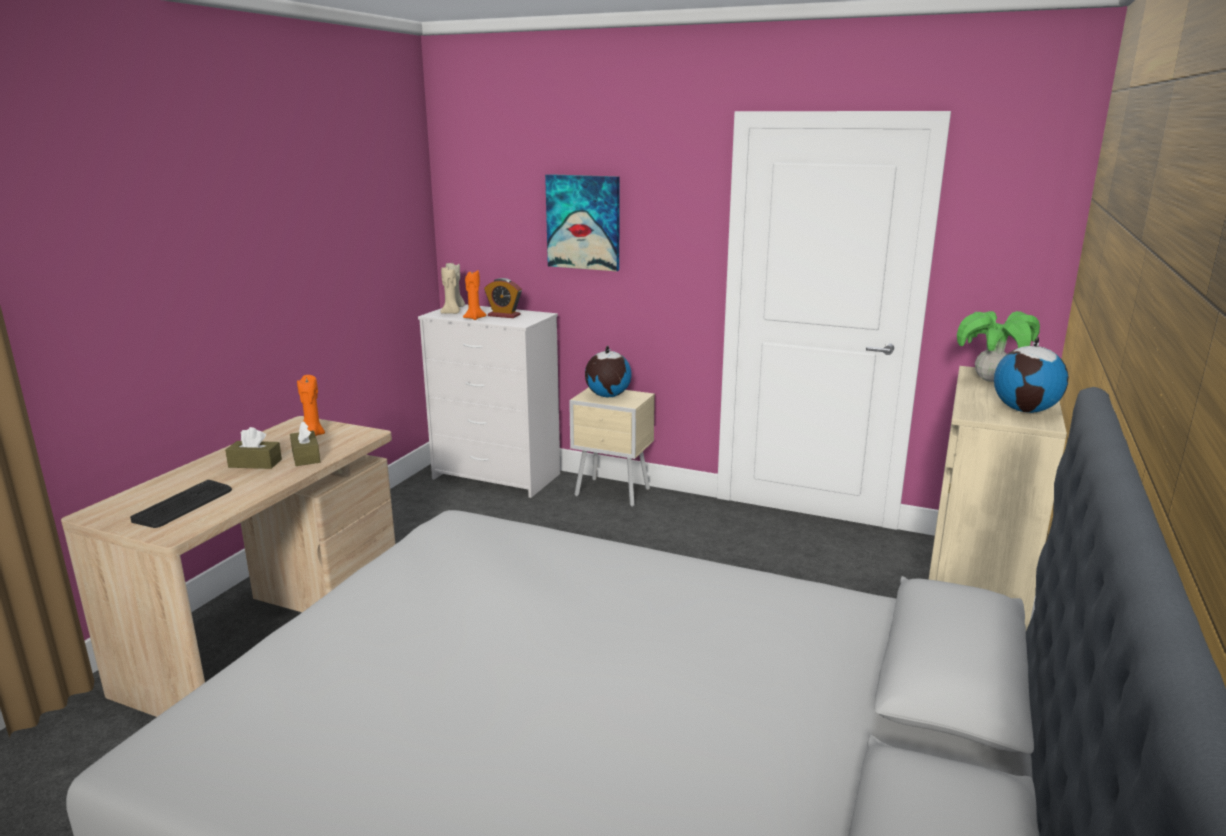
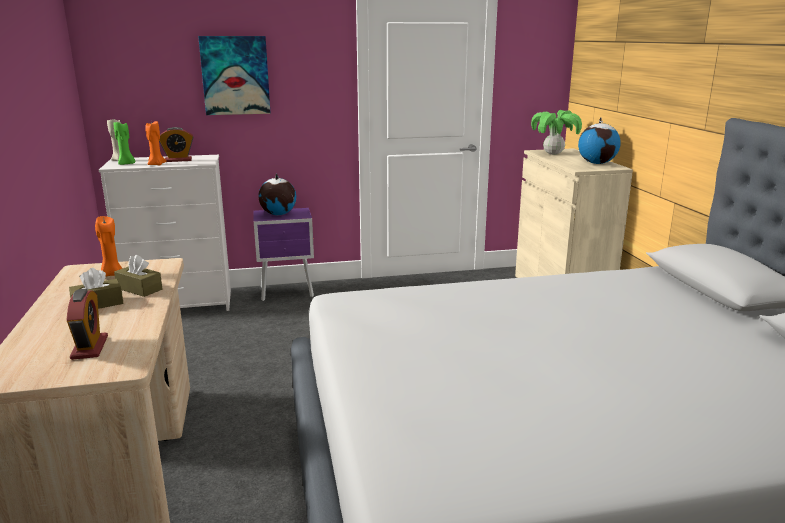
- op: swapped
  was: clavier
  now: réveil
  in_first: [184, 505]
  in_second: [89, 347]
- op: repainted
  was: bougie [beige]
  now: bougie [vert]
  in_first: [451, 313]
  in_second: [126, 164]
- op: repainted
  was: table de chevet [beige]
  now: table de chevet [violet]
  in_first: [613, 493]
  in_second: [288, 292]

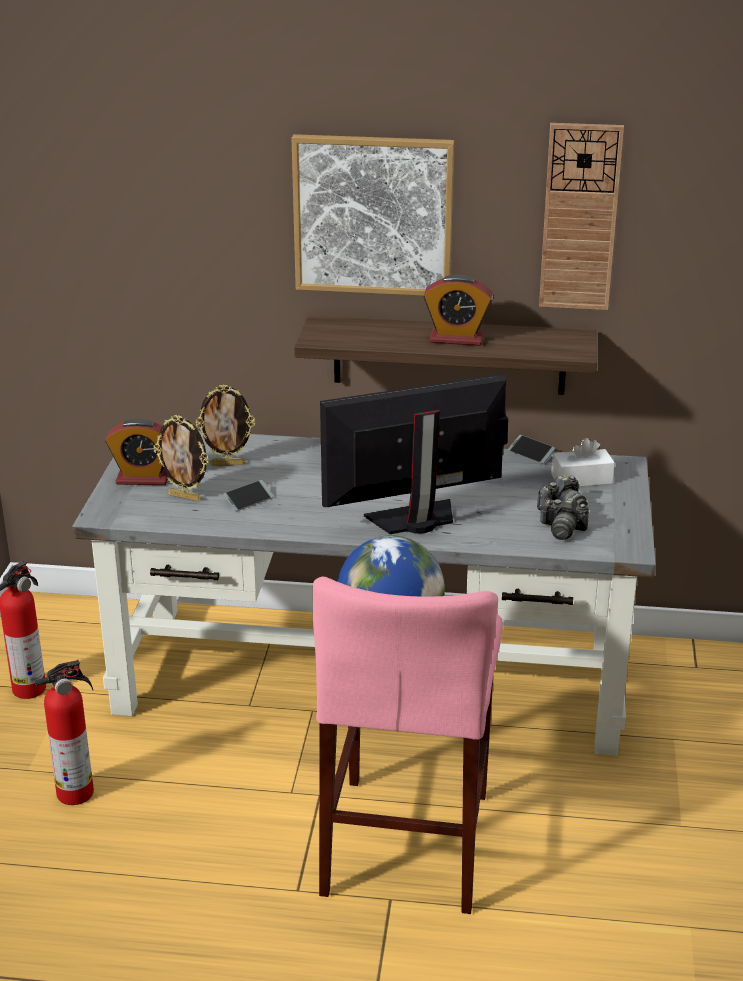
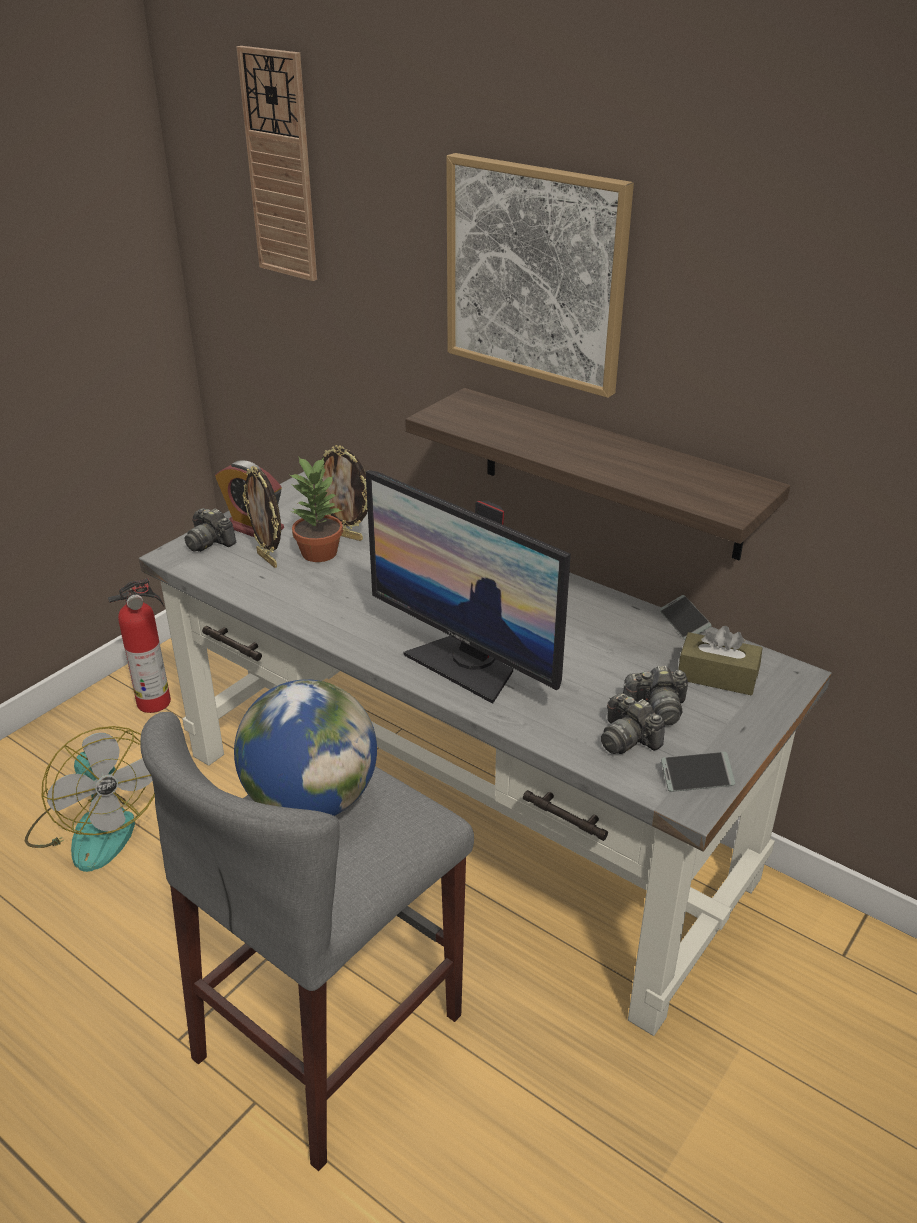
- op: gone
  was: réveil
  in_first: [456, 339]
- op: new
  now: appareil photo
  in_second: [210, 542]
- op: new
  now: plante en pot
  in_second: [319, 552]
- op: shifted
  was: téléphone
  in_first: [249, 500]
  in_second: [696, 777]
- op: shifted
  was: horloge murale
  in_first: [580, 218]
  in_second: [280, 167]
- op: swapped
  was: extincteur
  now: ventilateur
  in_first: [78, 792]
  in_second: [95, 826]
- op: repainted
  was: tabouret [rose]
  now: tabouret [gris]
  in_first: [407, 842]
  in_second: [331, 1036]
- op: repainted
  was: boîte à mouchoirs [blanc]
  now: boîte à mouchoirs [marron]
  in_first: [581, 479]
  in_second: [717, 676]
- op: rotated
  was: écran d'ordinateur
  in_first: [415, 520]
  in_second: [466, 664]
  clockwise: -150

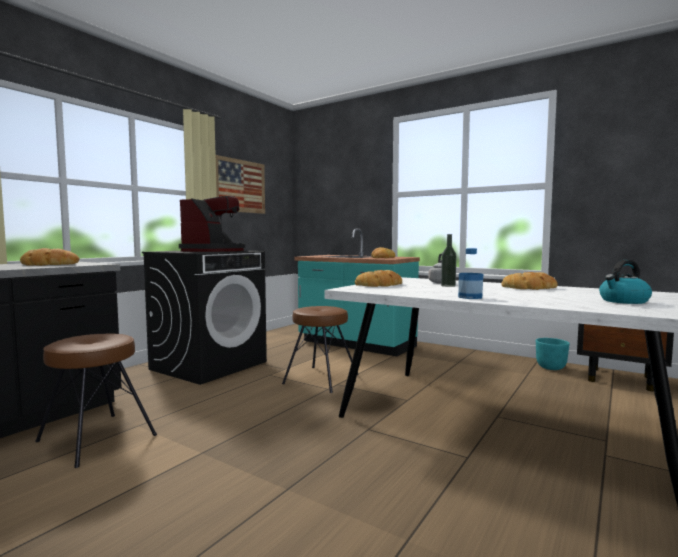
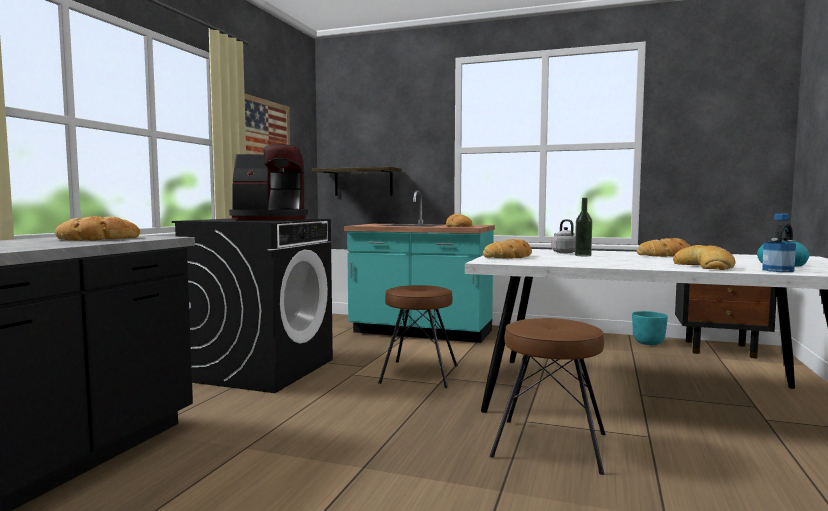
- op: new
  now: étagère
  in_second: [363, 182]
- op: new
  now: pain
  in_second: [705, 266]
- op: shifted
  was: tabouret [marron]
  in_first: [96, 438]
  in_second: [550, 445]
- op: shifted
  was: bouteille
  in_first: [470, 297]
  in_second: [778, 270]
- op: rotated
  was: machine à café
  in_first: [214, 251]
  in_second: [270, 219]
  clockwise: 90

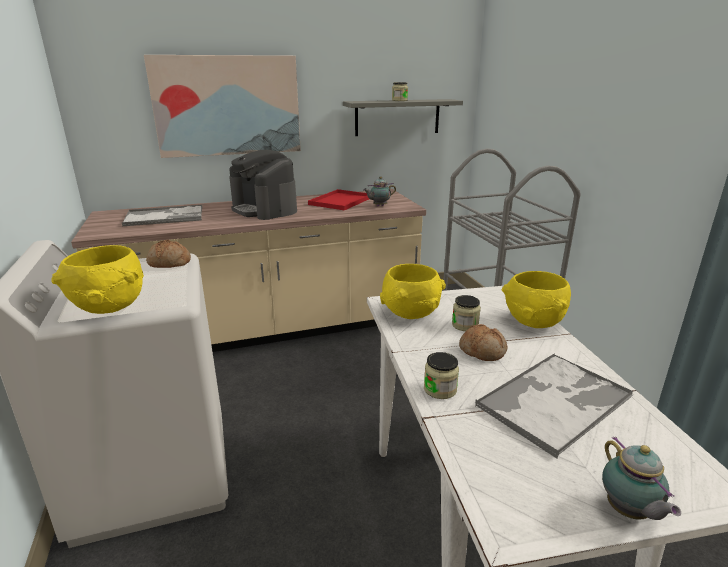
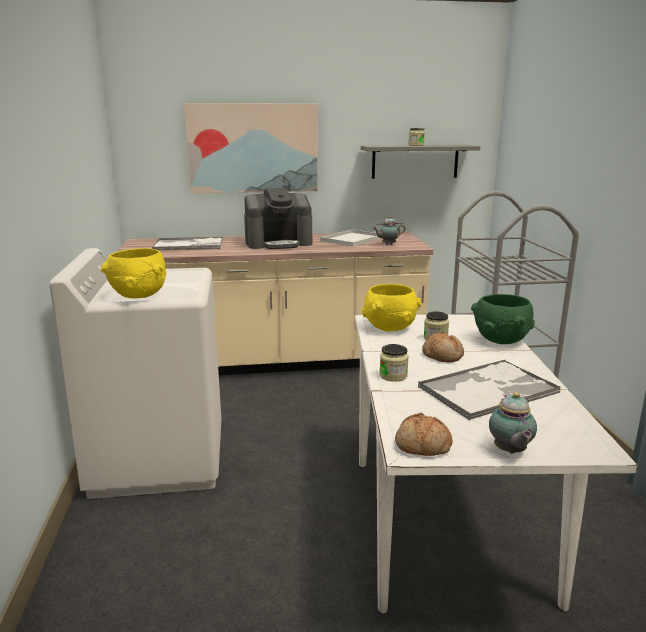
- op: shifted
  was: pain
  in_first: [169, 263]
  in_second: [422, 446]
- op: repainted
  was: plateau [rouge]
  now: plateau [blanc]
  in_first: [340, 201]
  in_second: [352, 239]
- op: repainted
  was: bol [jaune]
  now: bol [vert]
  in_first: [533, 322]
  in_second: [501, 340]
- op: rotated
  was: machine à café
  in_first: [264, 209]
  in_second: [278, 243]
  clockwise: -75

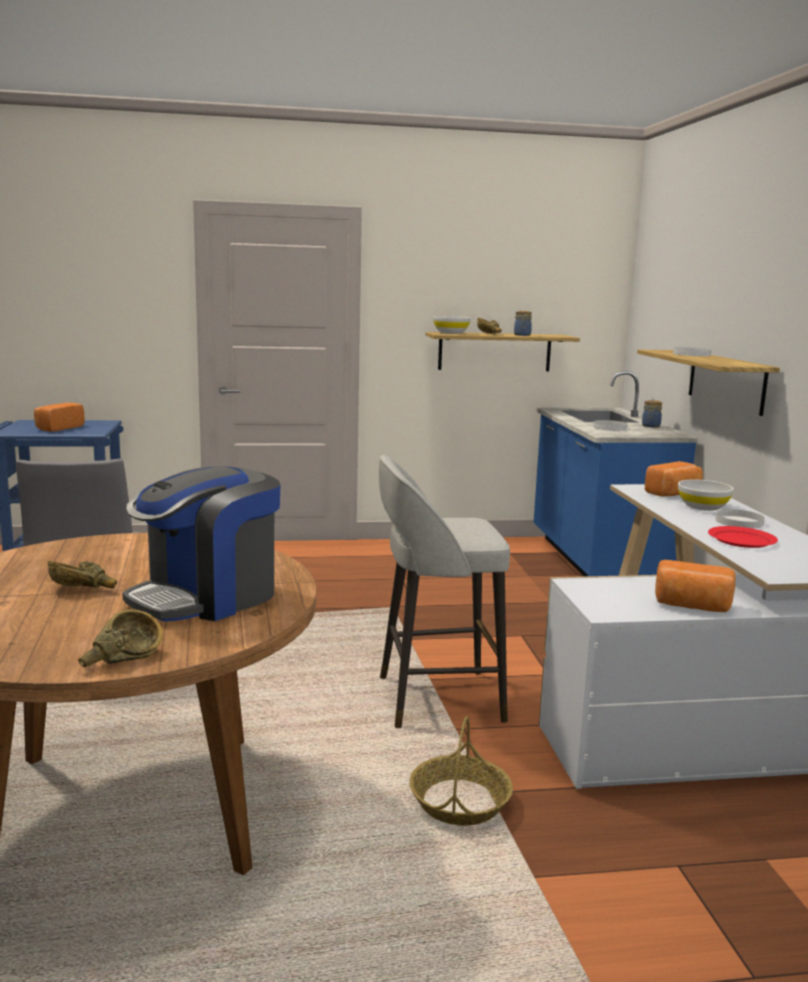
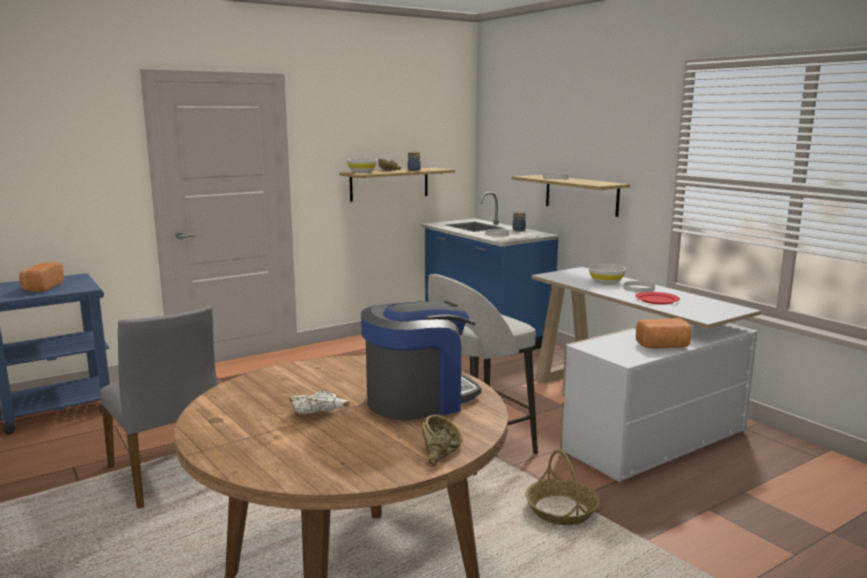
- op: gone
  was: pain
  in_first: [674, 493]
- op: repainted
  was: bol [marron]
  now: bol [blanc]
  in_first: [85, 588]
  in_second: [319, 413]
- op: rotated
  was: machine à café
  in_first: [207, 597]
  in_second: [419, 399]
  clockwise: -135

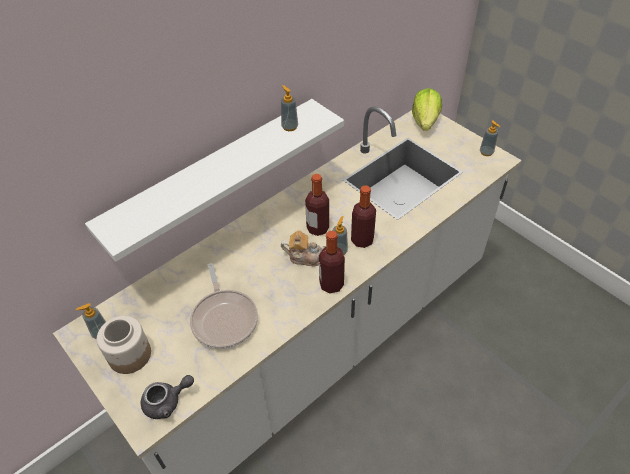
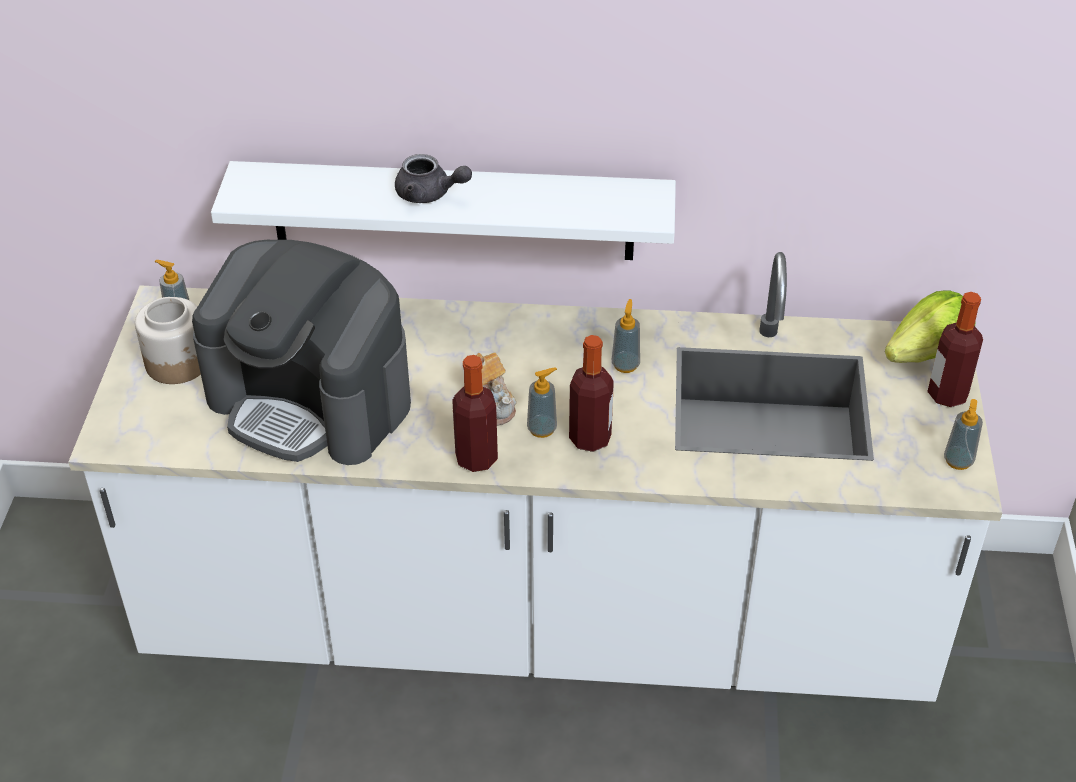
- op: shifted
  was: théière [gris]
  in_first: [167, 402]
  in_second: [429, 194]
- op: shifted
  was: distributeur de savon
  in_first: [289, 127]
  in_second: [625, 365]
- op: shifted
  was: bouteille
  in_first: [317, 228]
  in_second: [947, 394]
- op: swapped
  was: poêle
  now: machine à café
  in_first: [224, 318]
  in_second: [311, 400]

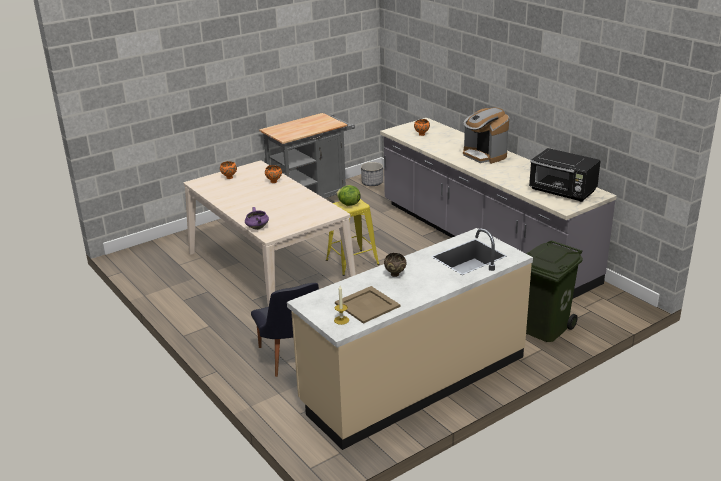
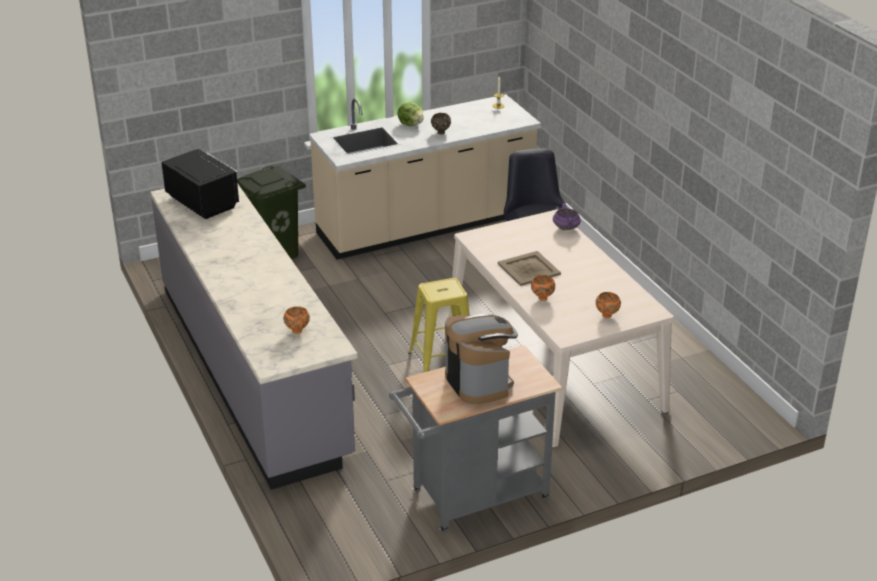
- op: gone
  was: cache-pot
  in_first: [372, 183]
- op: shifted
  was: plateau [beige]
  in_first: [366, 305]
  in_second: [529, 269]
- op: shifted
  was: laitue
  in_first: [348, 204]
  in_second: [411, 124]
- op: shifted
  was: machine à café
  in_first: [484, 155]
  in_second: [479, 382]

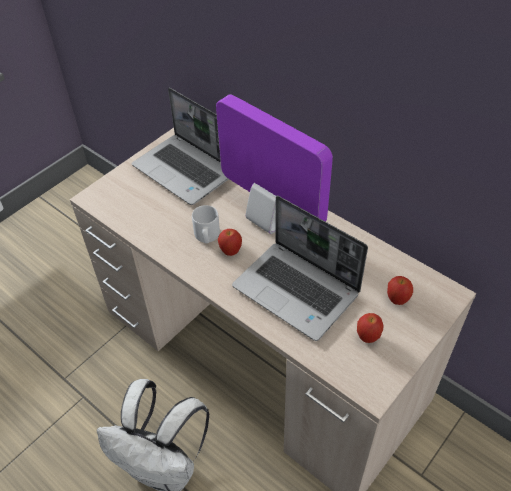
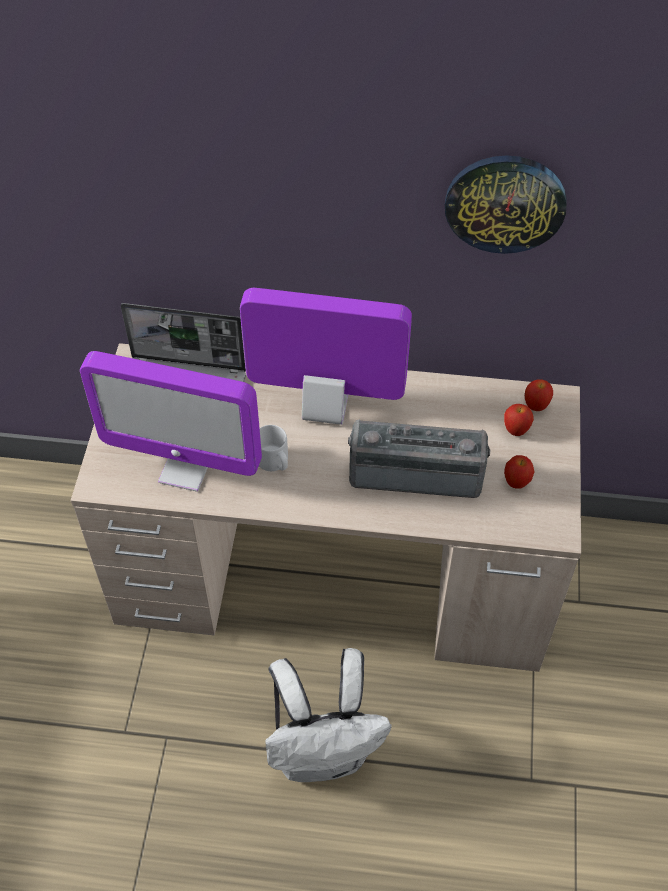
- op: new
  now: écran d'ordinateur
  in_second: [185, 469]
- op: new
  now: horloge murale
  in_second: [505, 203]
- op: shifted
  was: pomme
  in_first: [230, 251]
  in_second: [535, 406]
- op: swapped
  was: ordinateur portable
  now: radio
  in_first: [297, 290]
  in_second: [416, 471]

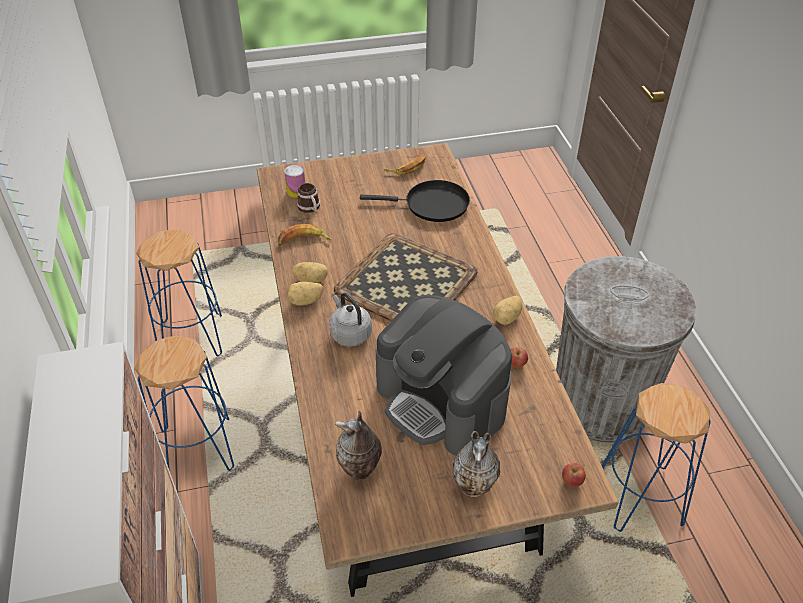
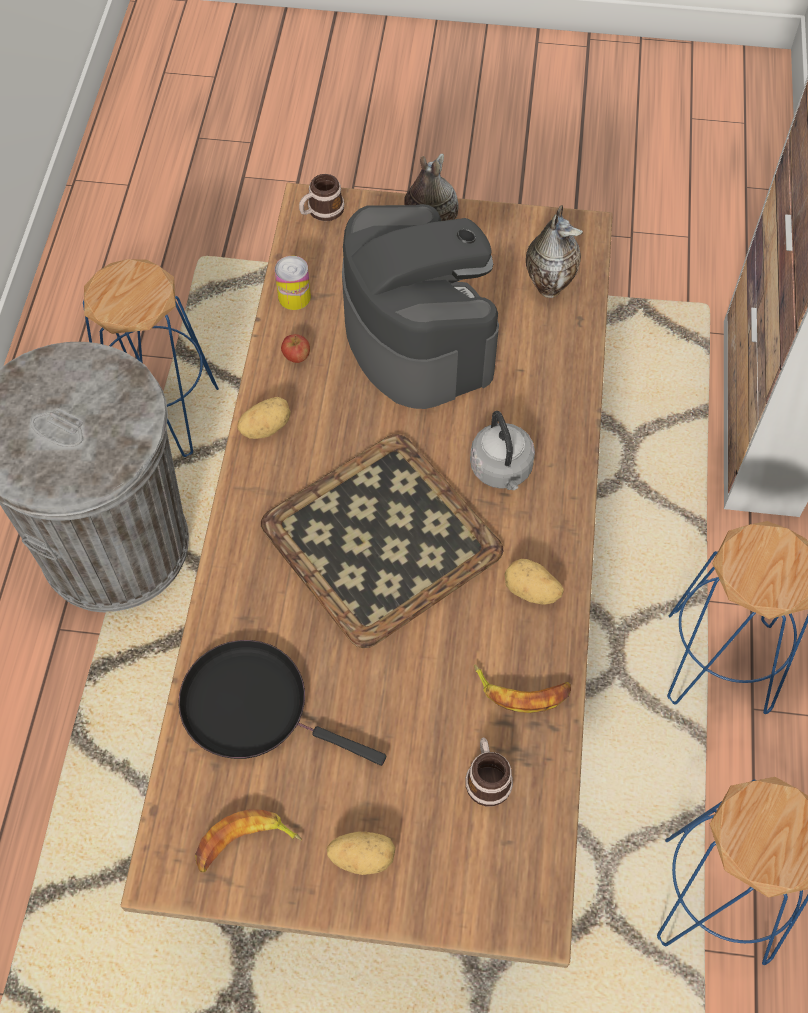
- op: shifted
  was: boîte métallique
  in_first: [296, 191]
  in_second: [294, 297]
- op: shifted
  was: pomme de terre
  in_first: [306, 301]
  in_second: [362, 856]
- op: swapped
  was: pomme
  now: mug
  in_first: [572, 481]
  in_second: [321, 211]

